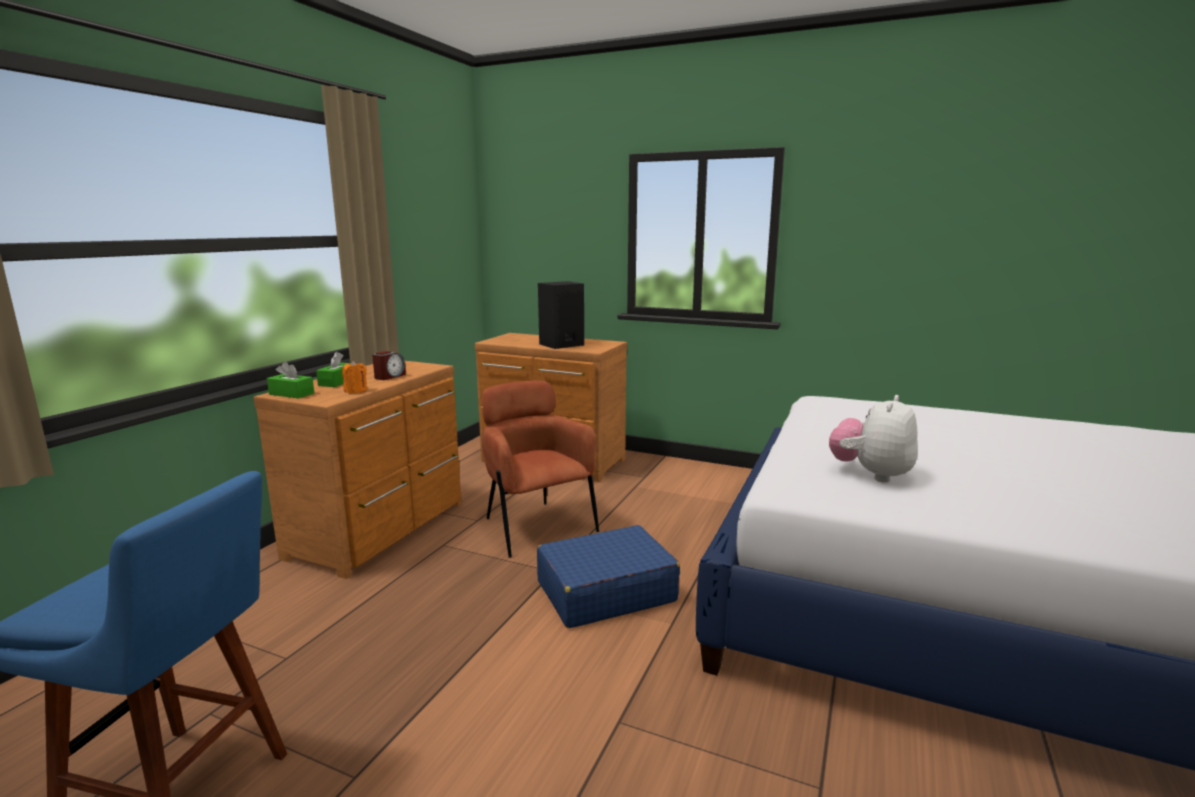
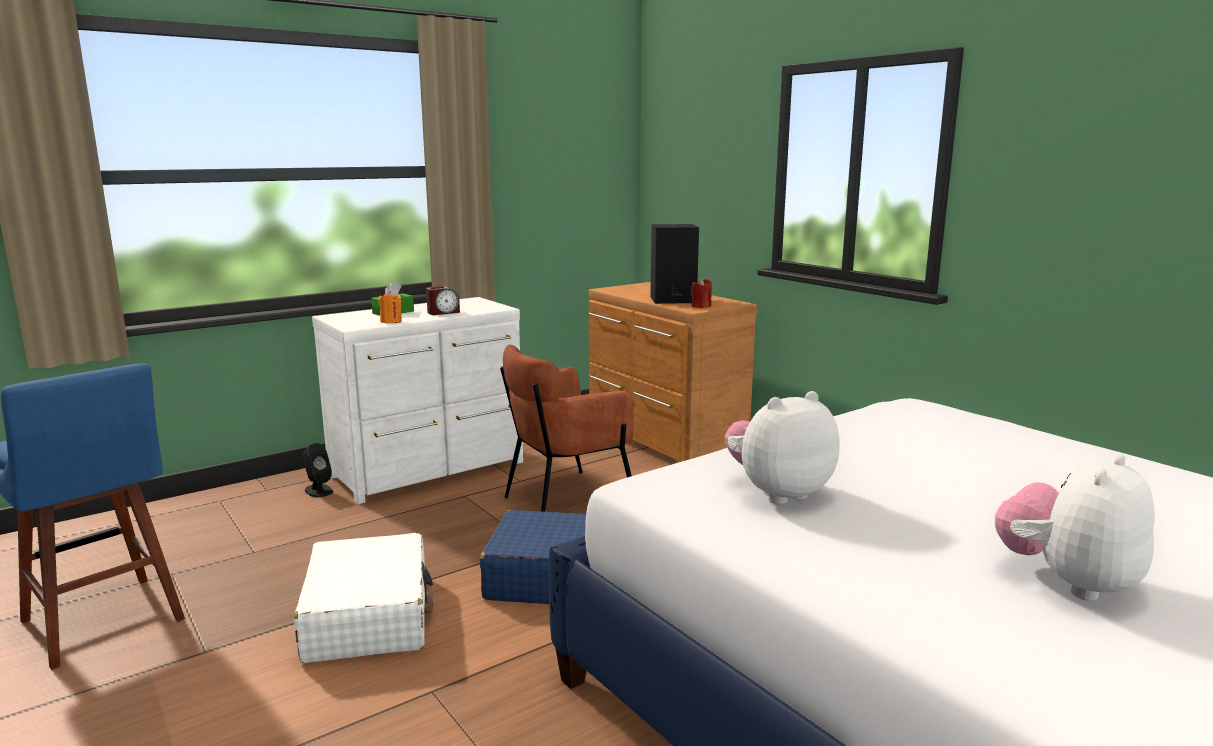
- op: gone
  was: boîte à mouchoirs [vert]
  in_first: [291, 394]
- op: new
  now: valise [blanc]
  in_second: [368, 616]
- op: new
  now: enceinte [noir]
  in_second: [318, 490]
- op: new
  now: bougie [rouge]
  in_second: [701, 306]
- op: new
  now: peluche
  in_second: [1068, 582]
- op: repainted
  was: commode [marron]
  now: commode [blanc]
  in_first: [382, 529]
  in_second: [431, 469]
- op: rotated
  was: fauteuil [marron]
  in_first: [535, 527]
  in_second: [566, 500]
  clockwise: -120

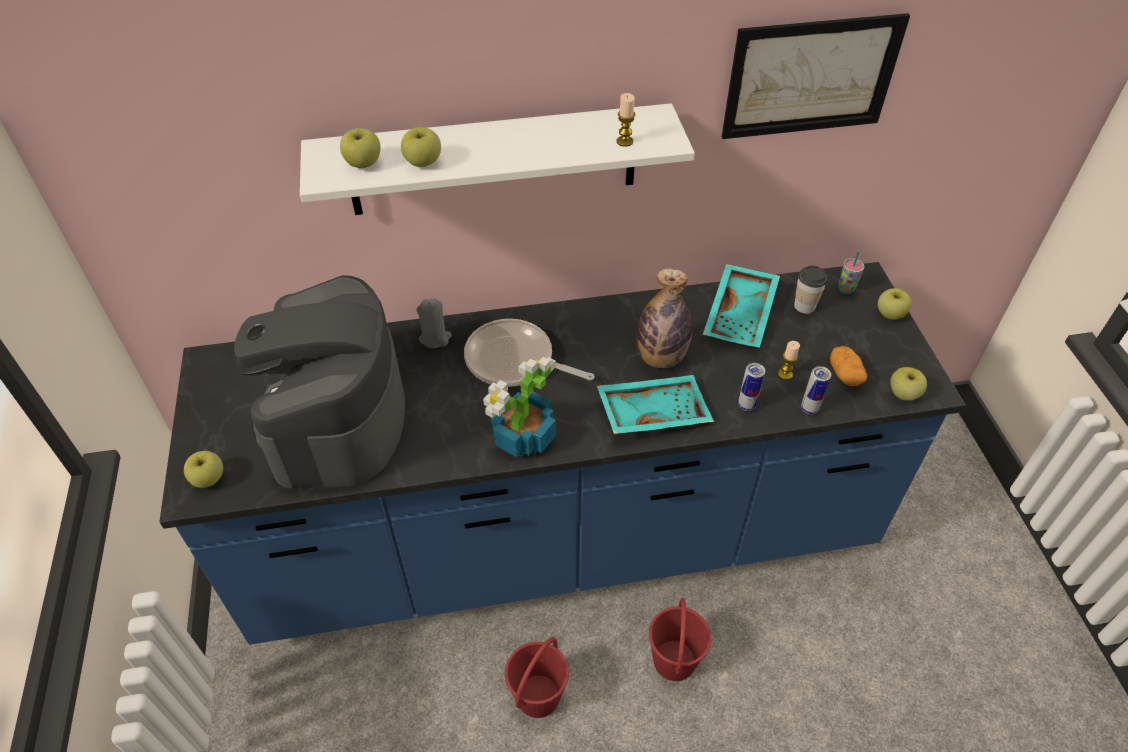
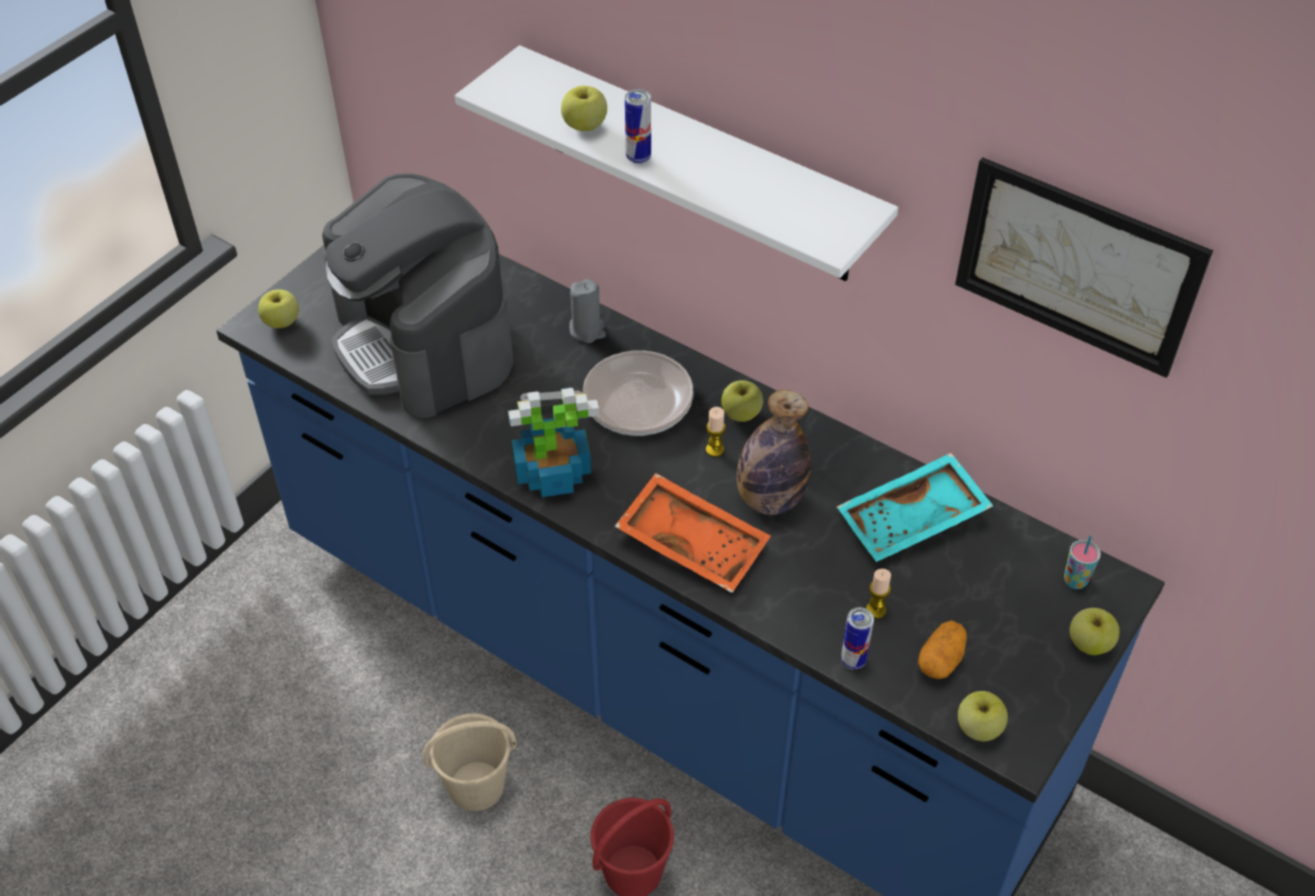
- op: gone
  was: tasse
  in_first: [804, 306]
- op: shifted
  was: pomme
  in_first: [363, 163]
  in_second: [741, 414]
- op: shifted
  was: bougie
  in_first: [624, 141]
  in_second: [715, 449]
- op: shifted
  was: boîte métallique
  in_first: [746, 405]
  in_second: [638, 157]
- op: repainted
  was: seau [rouge]
  now: seau [beige]
  in_first: [538, 695]
  in_second: [477, 786]
- op: repainted
  was: plateau [turquoise]
  now: plateau [orange]
  in_first: [653, 412]
  in_second: [694, 542]
- op: rotated
  was: machine à café
  in_first: [336, 418]
  in_second: [424, 342]
  clockwise: -75
- op: rotated
  was: poêle
  in_first: [514, 361]
  in_second: [629, 401]
  clockwise: 105

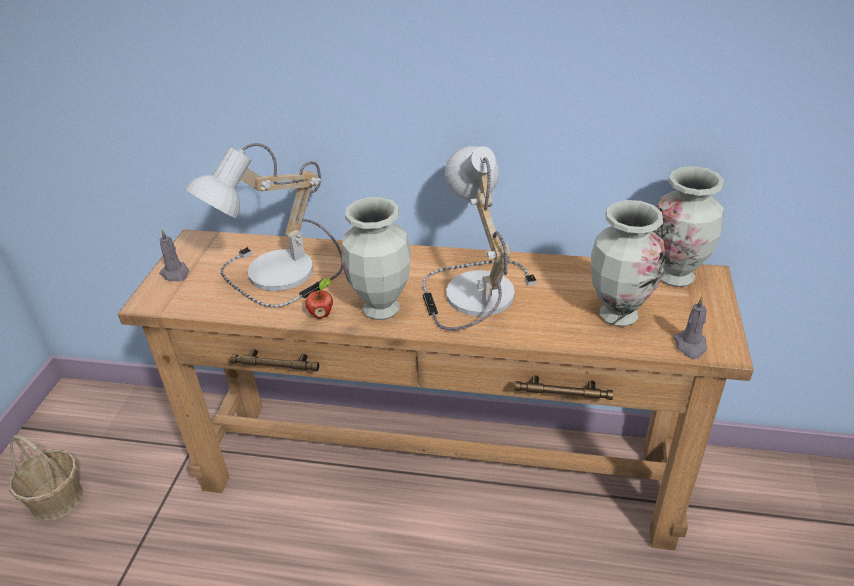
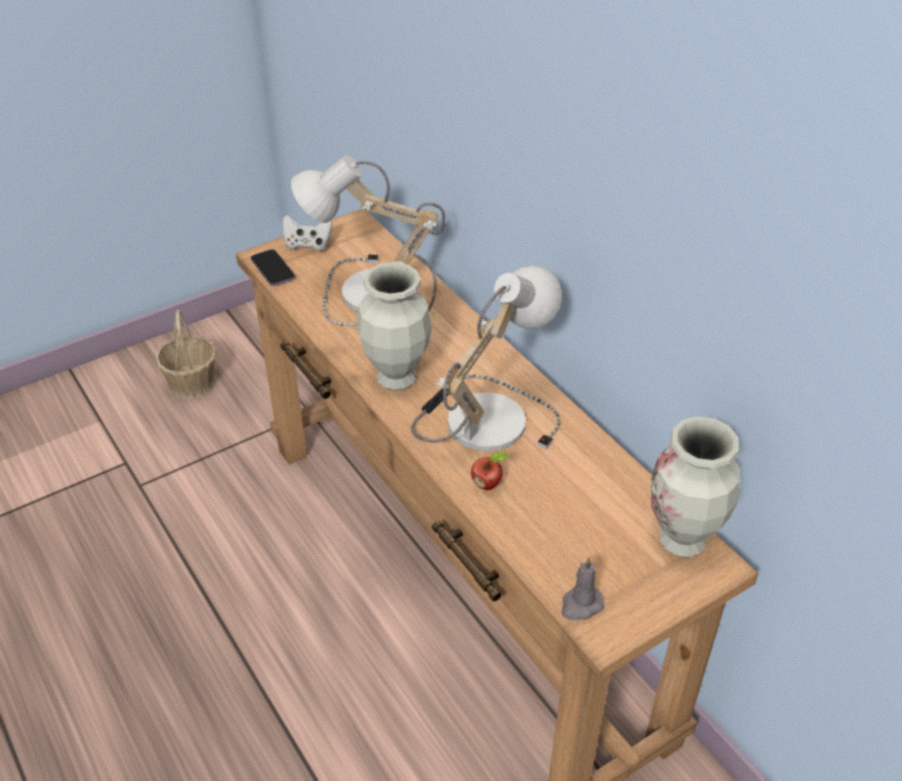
- op: gone
  was: vase
  in_first: [618, 315]
- op: new
  now: téléphone
  in_second: [273, 269]
- op: shifted
  was: pomme
  in_first: [322, 314]
  in_second: [488, 484]
- op: swapped
  was: bougie [gris]
  now: manette [blanc]
  in_first: [176, 273]
  in_second: [308, 245]

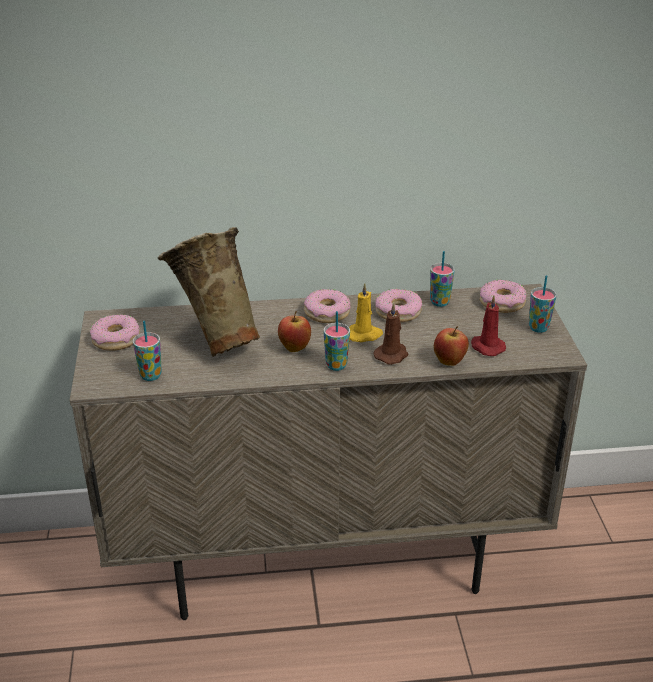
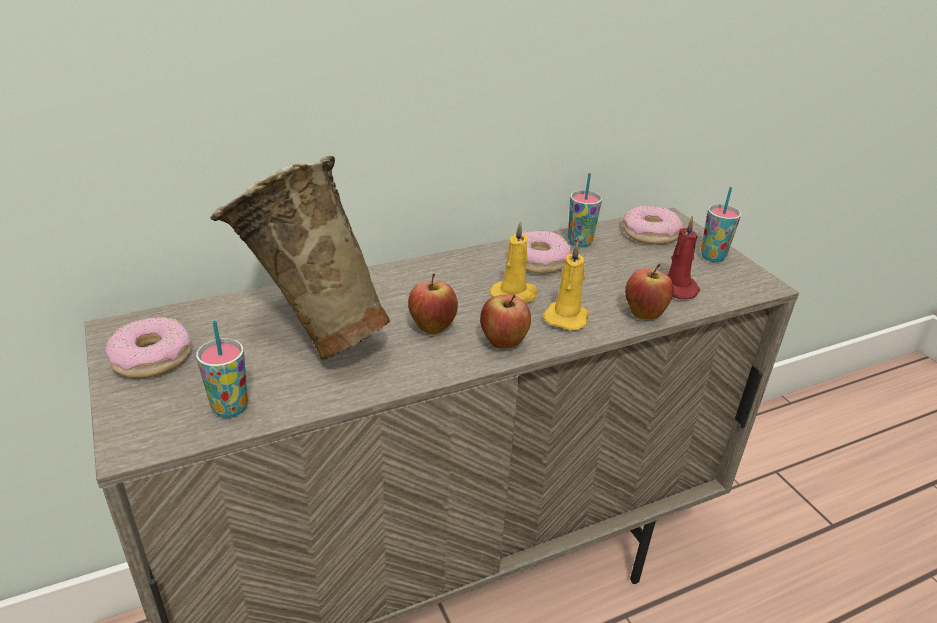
- op: gone
  was: beignet
  in_first: [327, 313]
- op: swapped
  was: tasse
  now: pomme
  in_first: [336, 365]
  in_second: [503, 344]
- op: repainted
  was: bougie [marron]
  now: bougie [jaune]
  in_first: [392, 355]
  in_second: [566, 317]

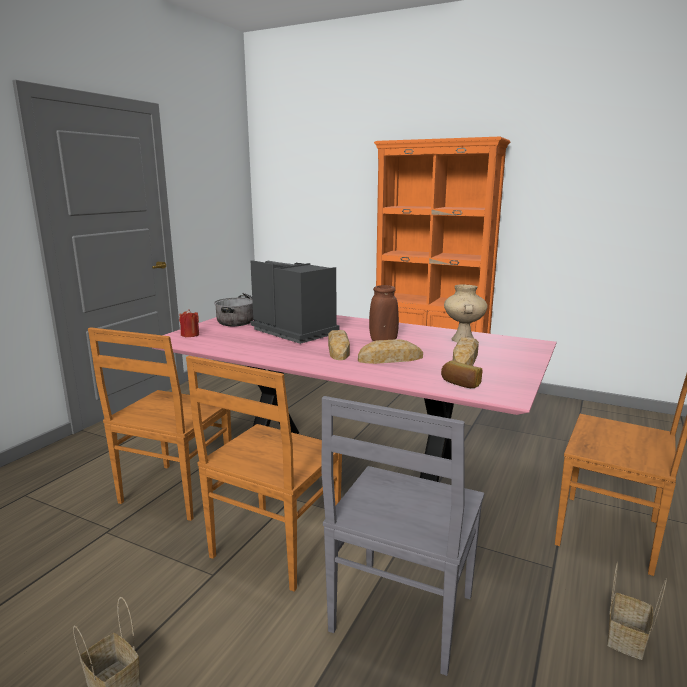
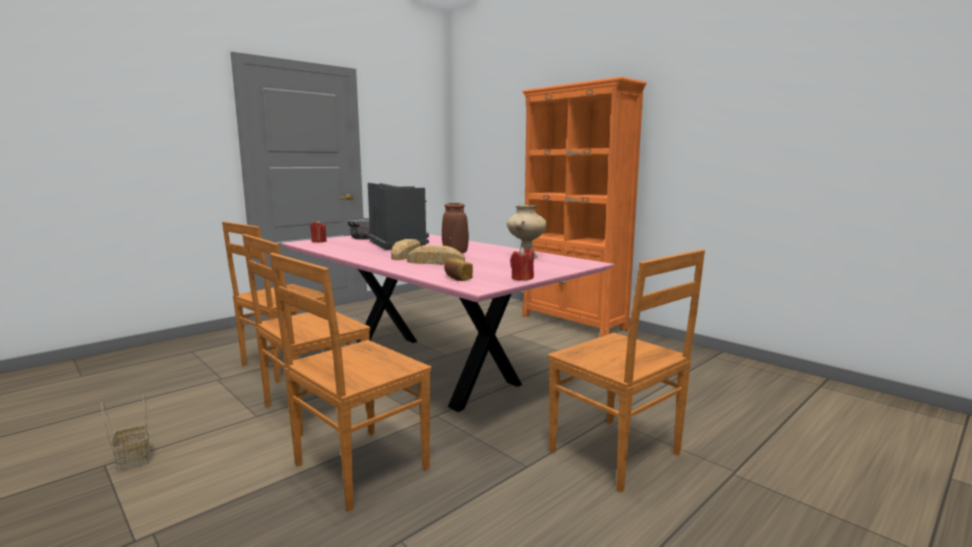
- op: gone
  was: pain
  in_first: [465, 359]
- op: gone
  was: panier
  in_first: [627, 640]
- op: new
  now: bougie [rouge]
  in_second: [522, 278]
- op: repainted
  was: chaise [gris]
  now: chaise [marron]
  in_first: [400, 616]
  in_second: [358, 468]

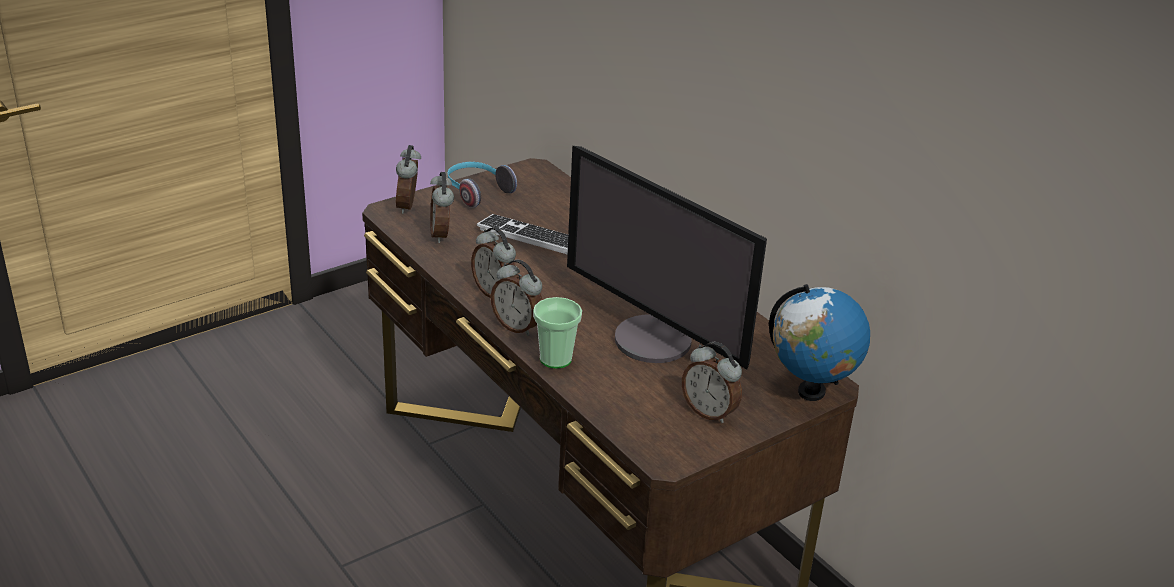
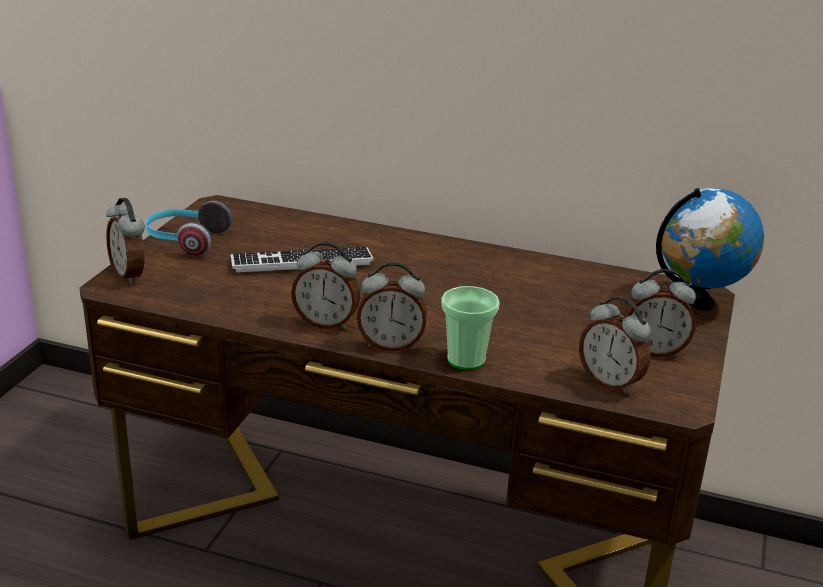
- op: gone
  was: écran d'ordinateur
  in_first: [655, 339]
- op: shifted
  was: réveil
  in_first: [442, 234]
  in_second: [610, 382]

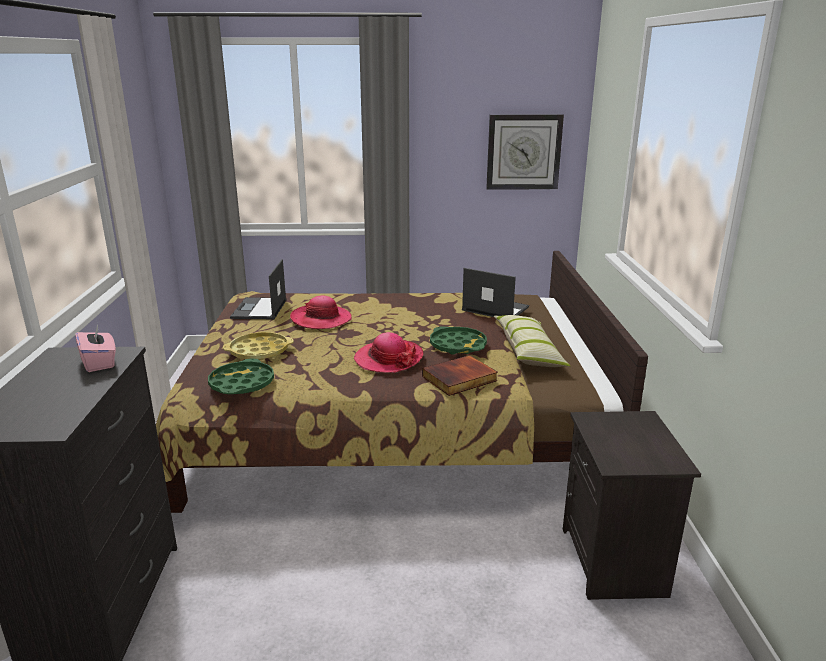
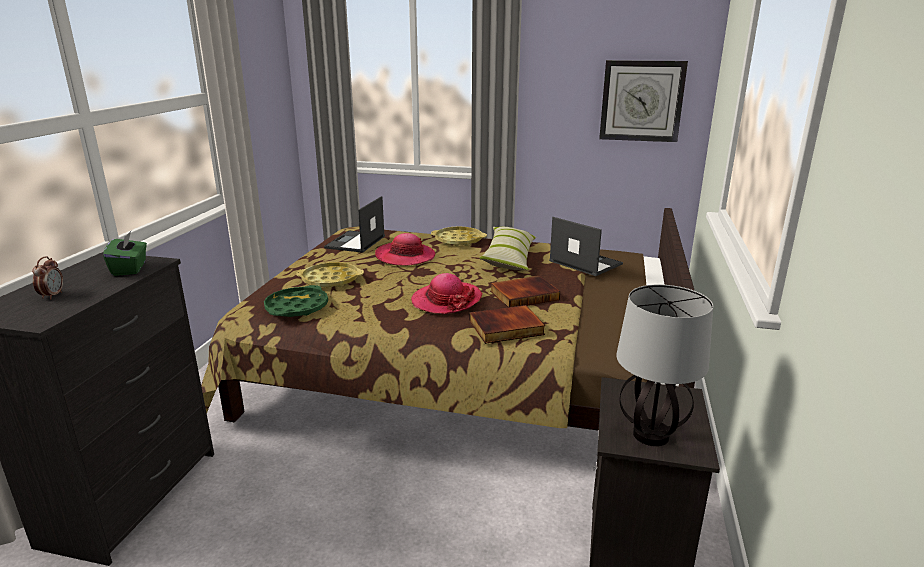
- op: new
  now: réveil
  in_second: [52, 295]
- op: new
  now: plateau [jaune]
  in_second: [458, 240]
- op: new
  now: lampe de table
  in_second: [649, 435]
- op: shifted
  was: coussin
  in_first: [528, 351]
  in_second: [509, 258]
- op: swapped
  was: plateau [vert]
  now: livre
  in_first: [458, 345]
  in_second: [524, 295]
- op: repainted
  was: boîte à mouchoirs [rose]
  now: boîte à mouchoirs [vert]
  in_first: [99, 362]
  in_second: [130, 268]

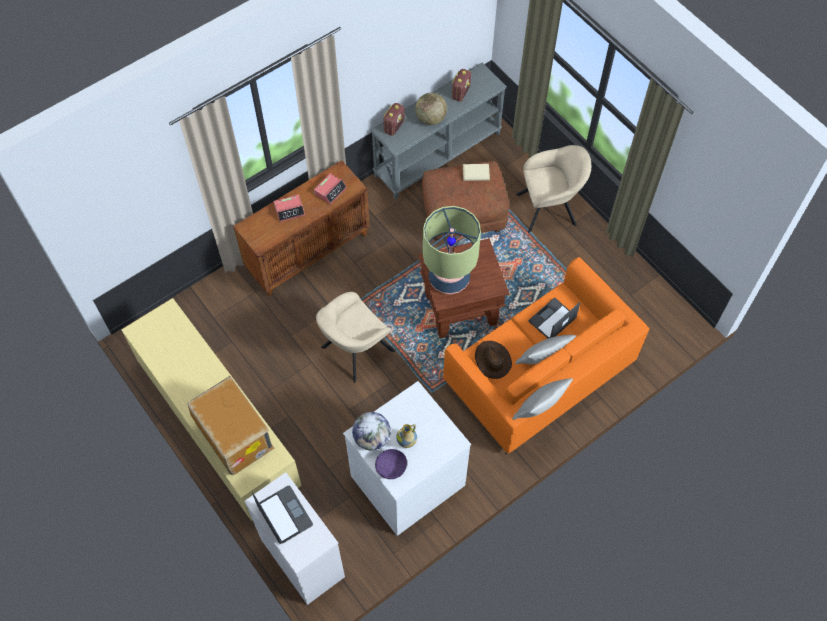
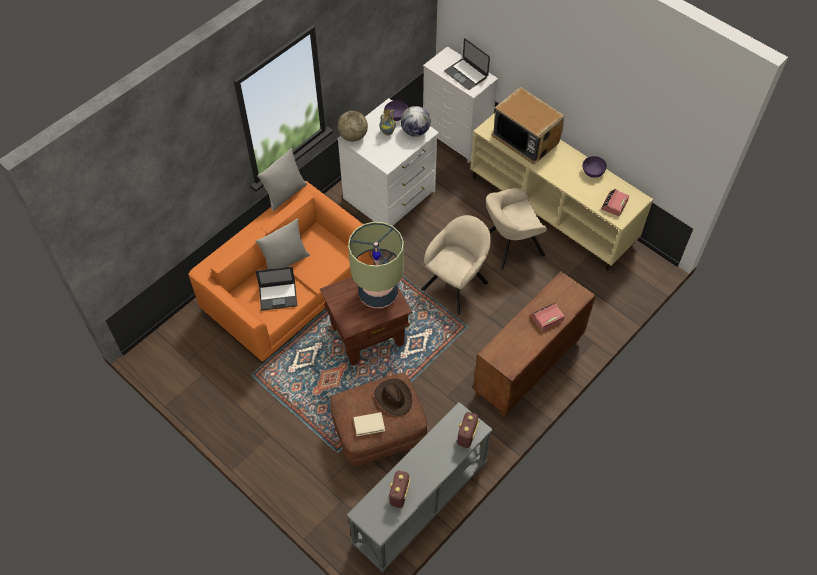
- op: new
  now: bol [violet]
  in_second: [593, 171]
- op: shifted
  was: réveil
  in_first: [330, 191]
  in_second: [614, 205]
- op: shifted
  was: globe
  in_first: [431, 118]
  in_second: [353, 136]
- op: shifted
  was: chapeau [marron]
  in_first: [492, 360]
  in_second: [394, 397]
- op: shifted
  was: fauteuil [beige]
  in_first: [550, 208]
  in_second: [510, 246]
- op: rotated
  was: ordinateur portable
  in_first: [552, 320]
  in_second: [278, 296]
  clockwise: 45

